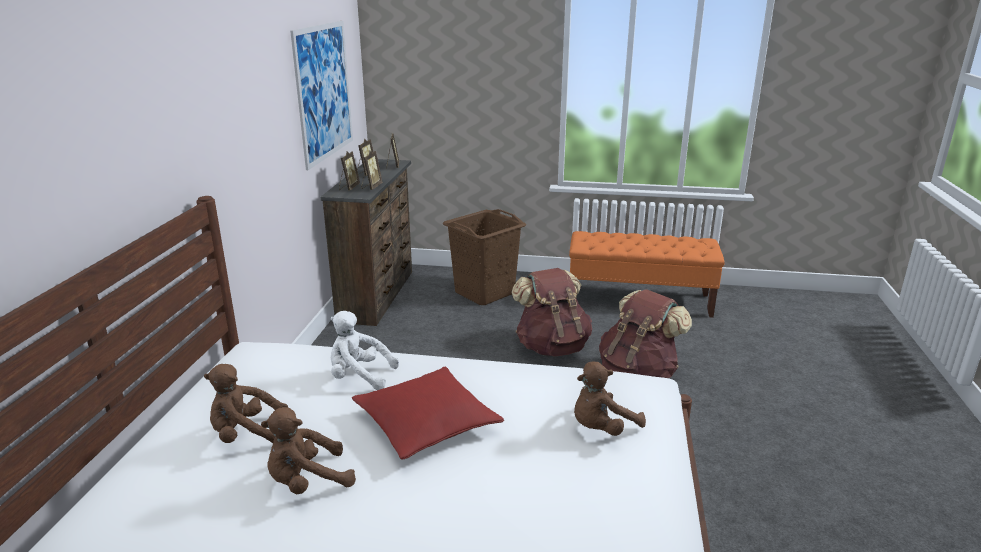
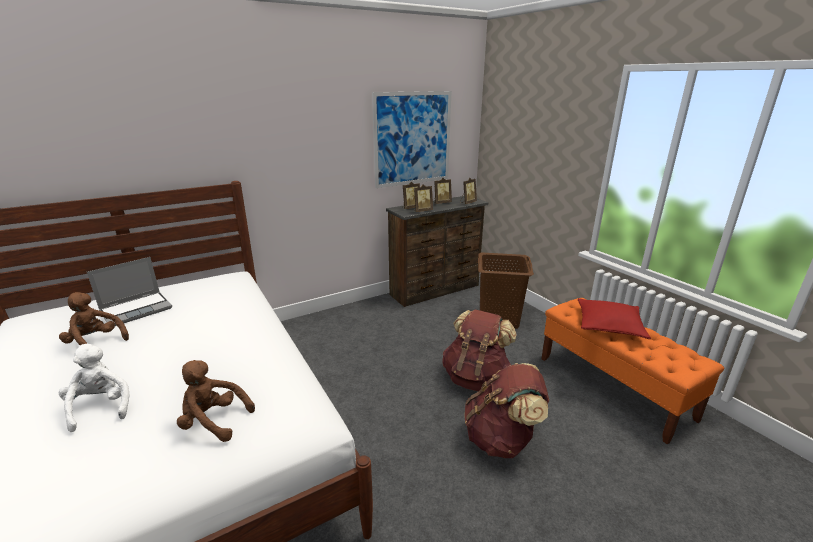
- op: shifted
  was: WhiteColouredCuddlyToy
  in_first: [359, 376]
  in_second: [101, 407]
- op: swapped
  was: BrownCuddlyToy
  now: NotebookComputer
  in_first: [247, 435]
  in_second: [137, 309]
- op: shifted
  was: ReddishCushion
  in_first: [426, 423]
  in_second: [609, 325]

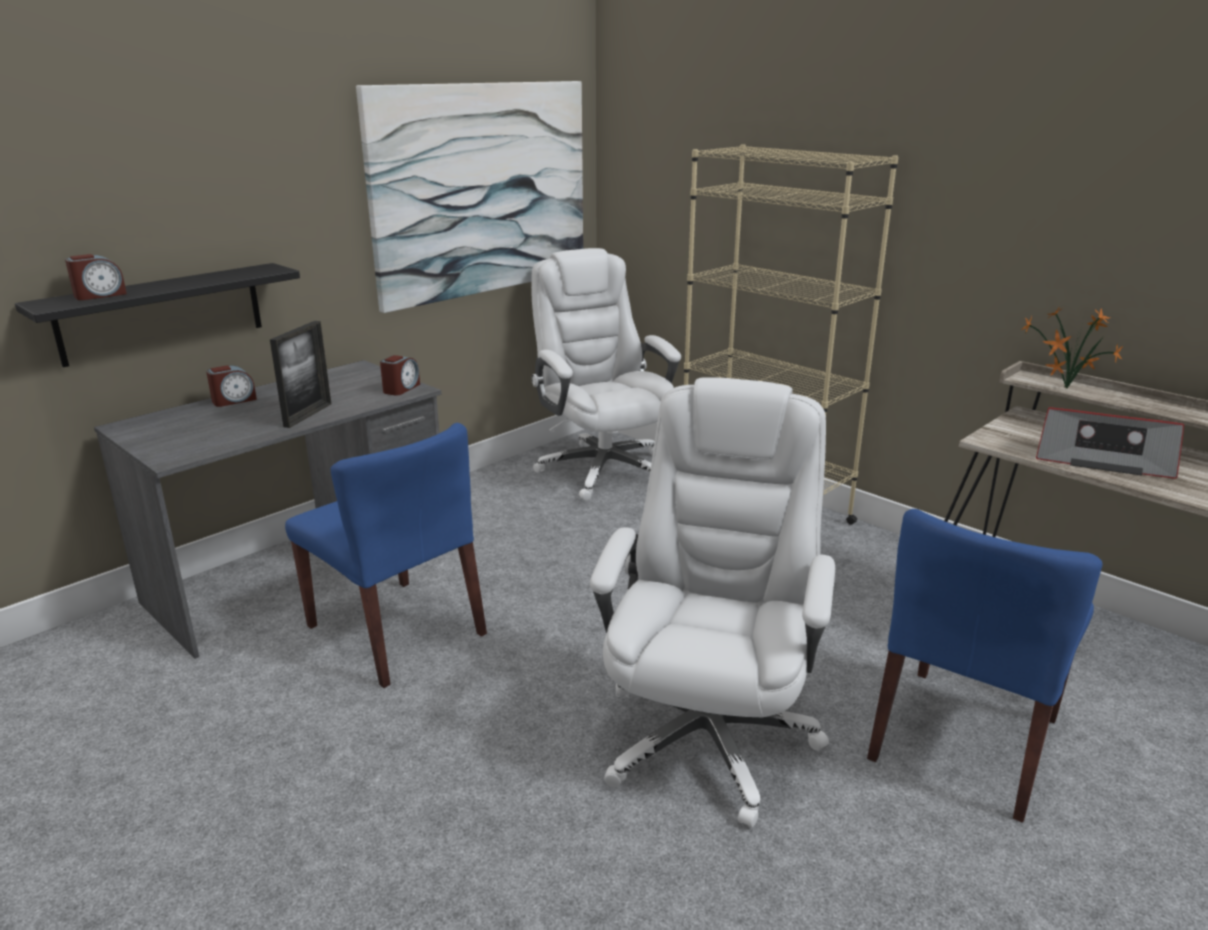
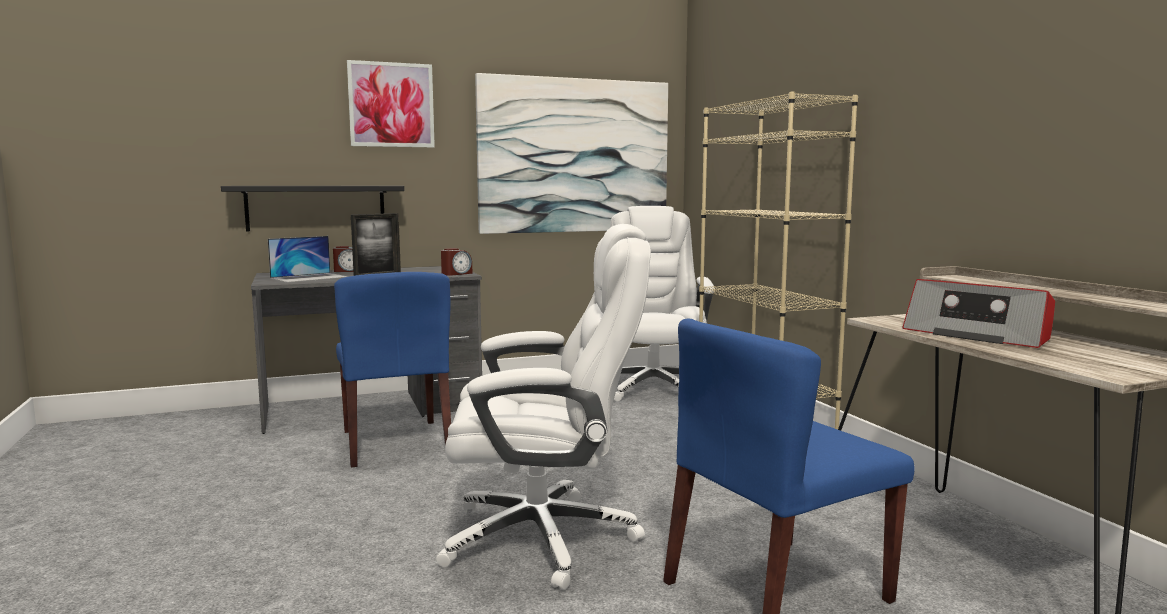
- op: new
  now: NotebookComputer
  in_second: [309, 277]
- op: new
  now: Picture
  in_second: [391, 105]
- op: rotated
  was: WhiteColouredDeskChair
  in_first: [708, 735]
  in_second: [544, 538]
  clockwise: 45
- op: gone
  was: BedsideClock
  in_first: [100, 295]
- op: gone
  was: Houseplant
  in_first: [1063, 389]

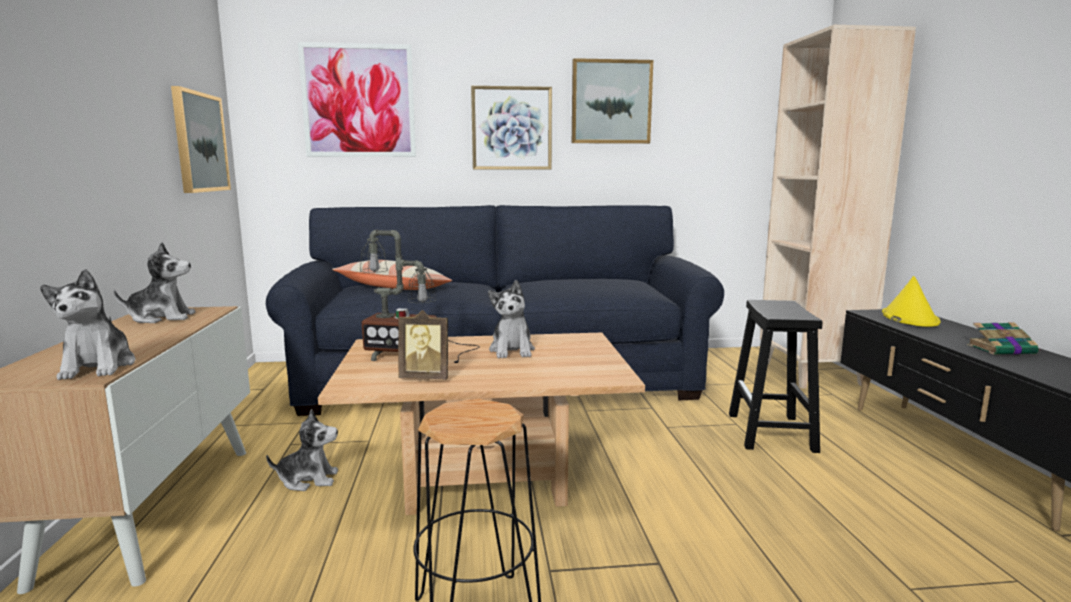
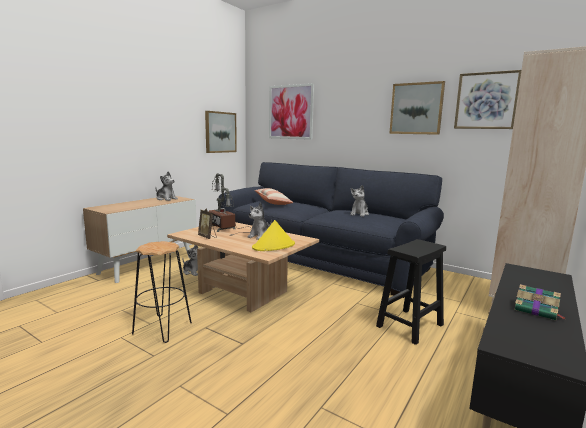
- op: shifted
  was: YellowColouredClothingHat
  in_first: [909, 318]
  in_second: [274, 246]
- op: shifted
  was: CuddlyToy
  in_first: [98, 367]
  in_second: [359, 214]
- op: shifted
  was: Picture
  in_first: [511, 128]
  in_second: [486, 101]

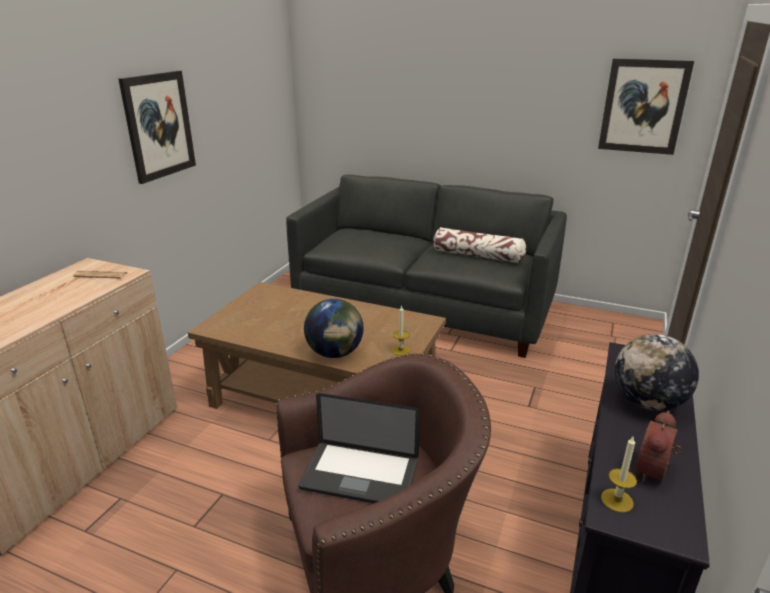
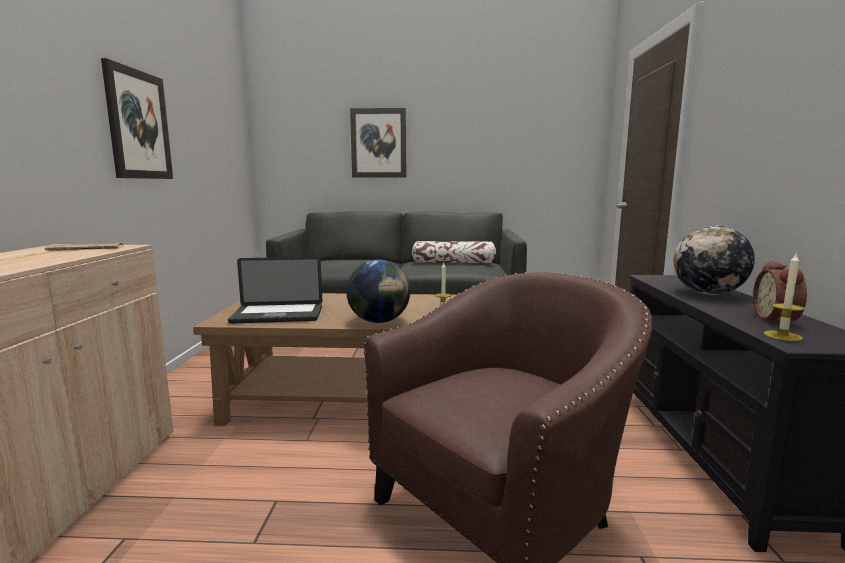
- op: shifted
  was: NotebookComputer
  in_first: [359, 475]
  in_second: [278, 315]
- op: shifted
  was: Picture
  in_first: [643, 106]
  in_second: [378, 143]

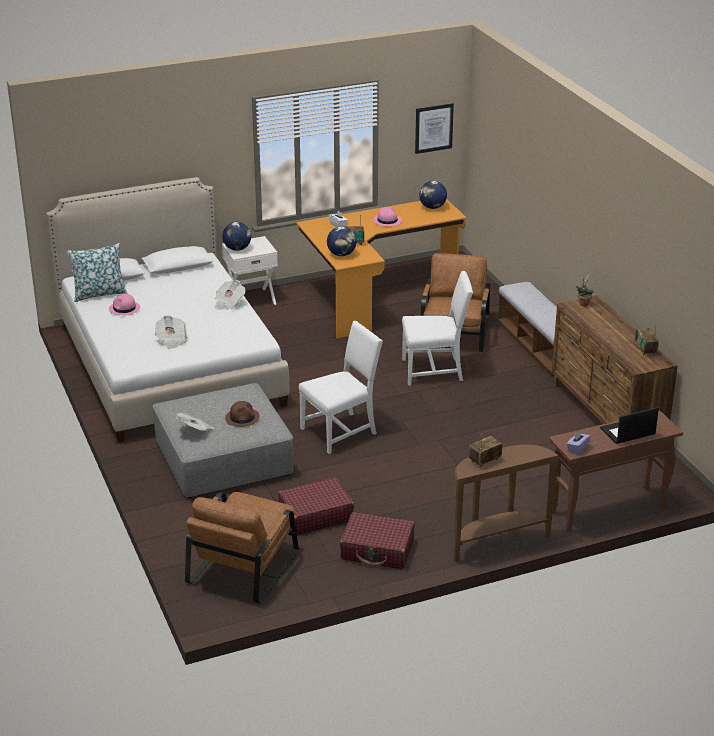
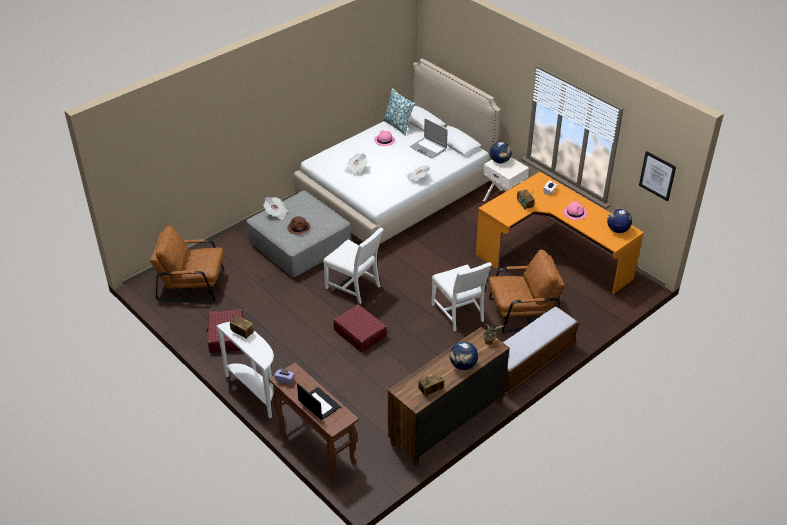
- op: repainted
  was: BrownHallTable
  now: WhiteColouredHallTable
  in_first: [496, 541]
  in_second: [255, 391]
- op: shifted
  was: ReddishTravelCase
  in_first: [315, 515]
  in_second: [360, 333]
- op: new
  now: NotebookComputer
  in_second: [428, 148]
- op: shifted
  was: Globe
  in_first: [341, 254]
  in_second: [463, 365]

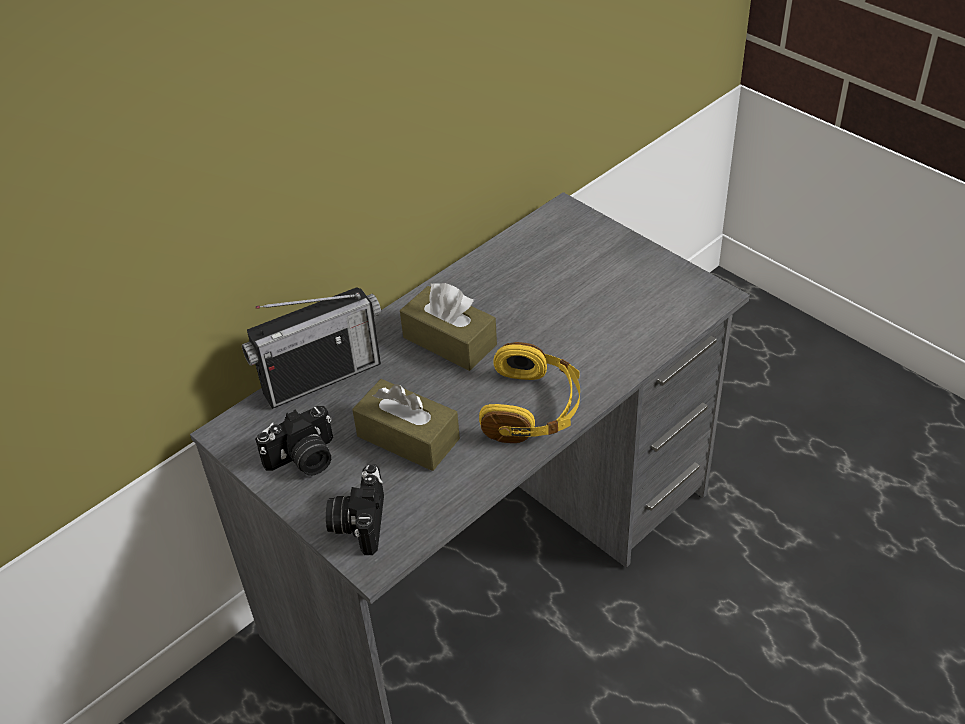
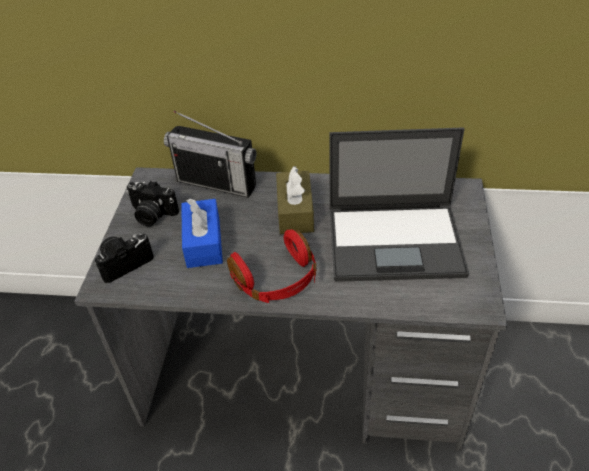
- op: repainted
  was: BrownTissueHolder
  now: BluishTissueHolder
  in_first: [408, 437]
  in_second: [203, 242]
- op: repainted
  was: YellowColouredHeadset
  now: ReddishHeadset
  in_first: [533, 409]
  in_second: [277, 280]
- op: new
  now: NotebookComputer
  in_second: [396, 241]

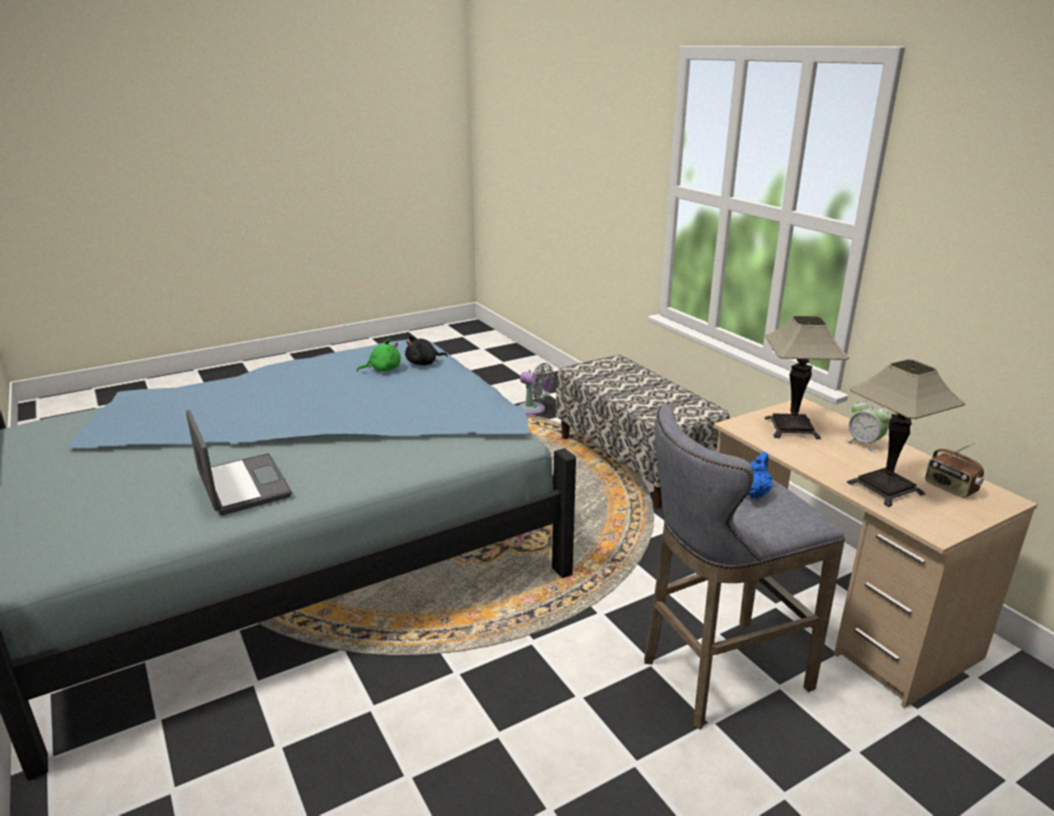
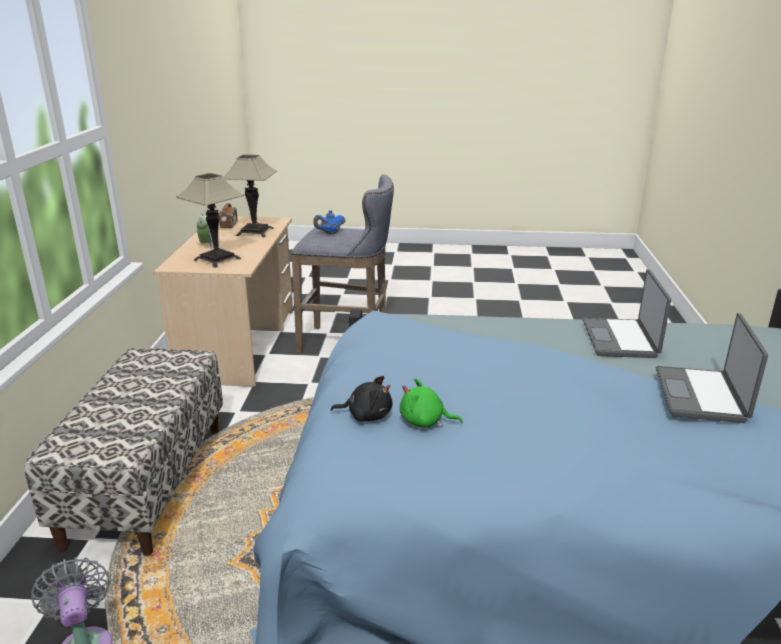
- op: new
  now: NotebookComputer
  in_second: [702, 396]

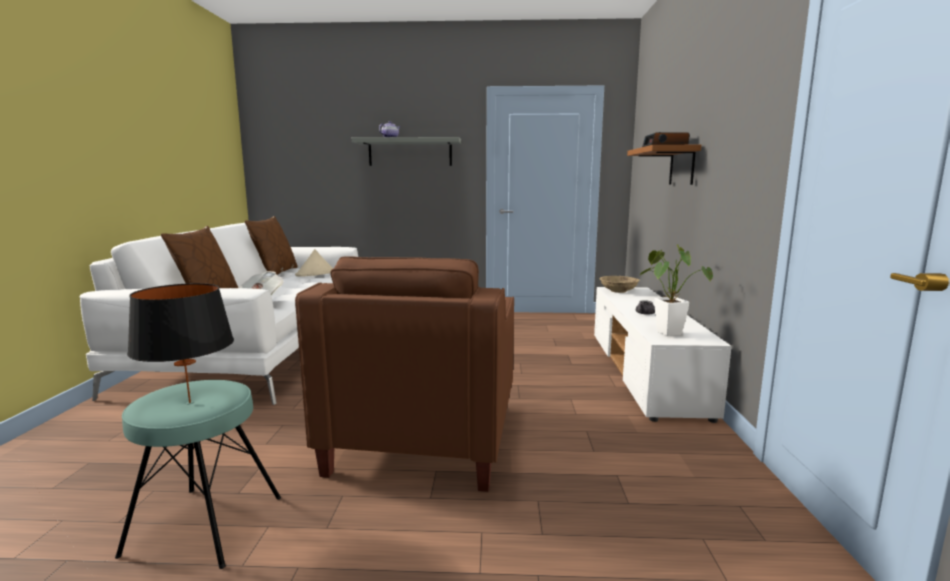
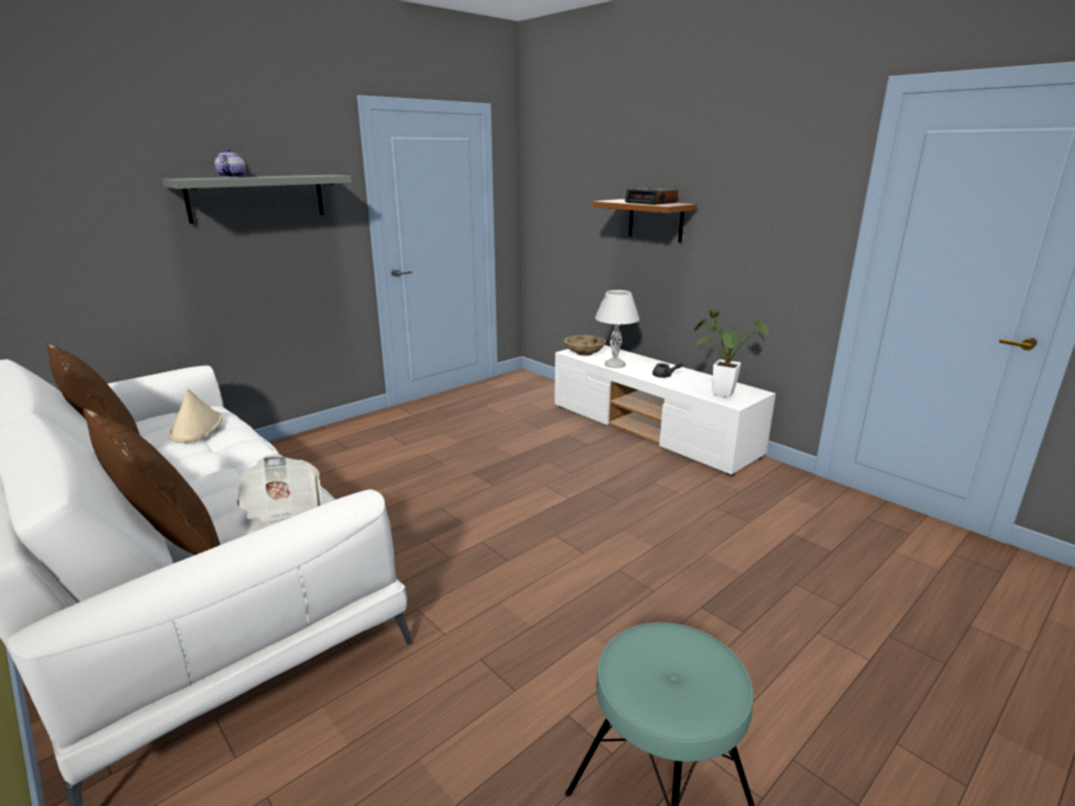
- op: new
  now: WhiteColouredTableLamp
  in_second: [615, 364]
- op: gone
  was: BlackTableLamp
  in_first: [190, 402]
- op: gone
  was: BrownArmchair
  in_first: [424, 437]

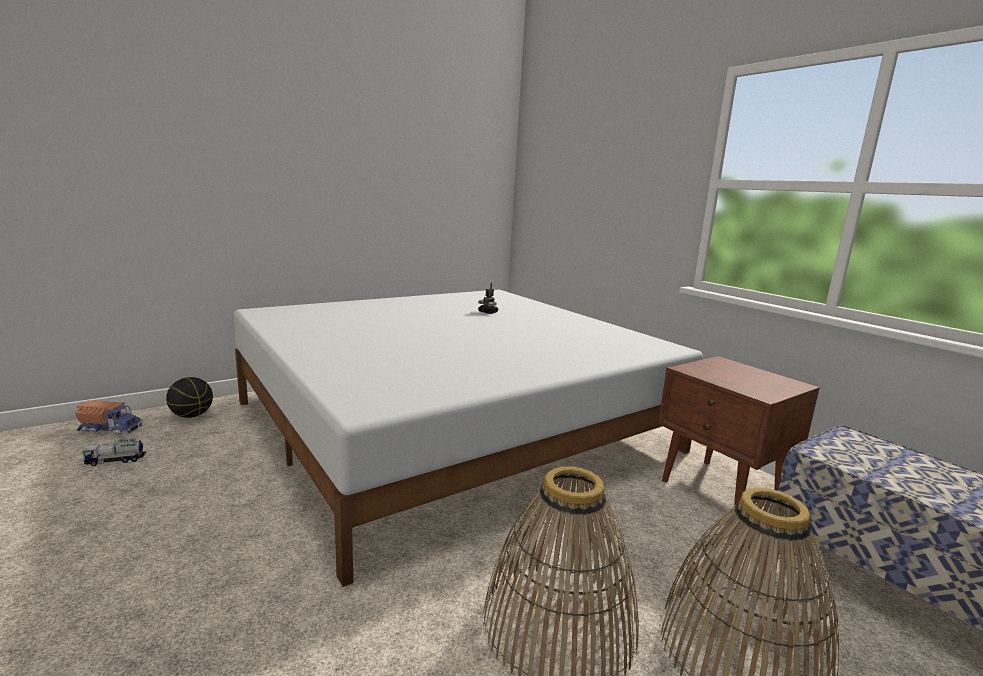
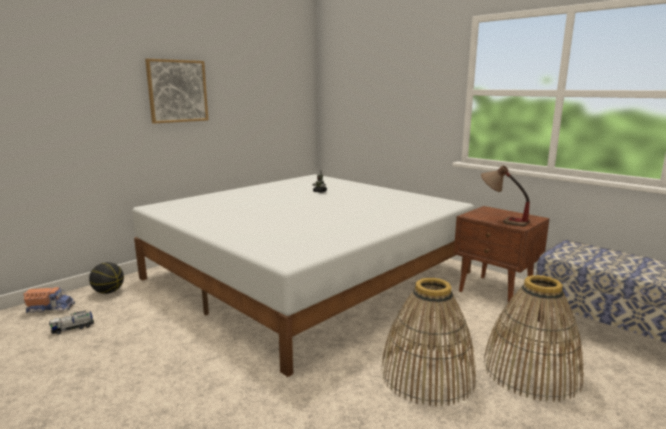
- op: new
  now: Picture
  in_second: [177, 91]
- op: new
  now: TableLamp
  in_second: [502, 220]

